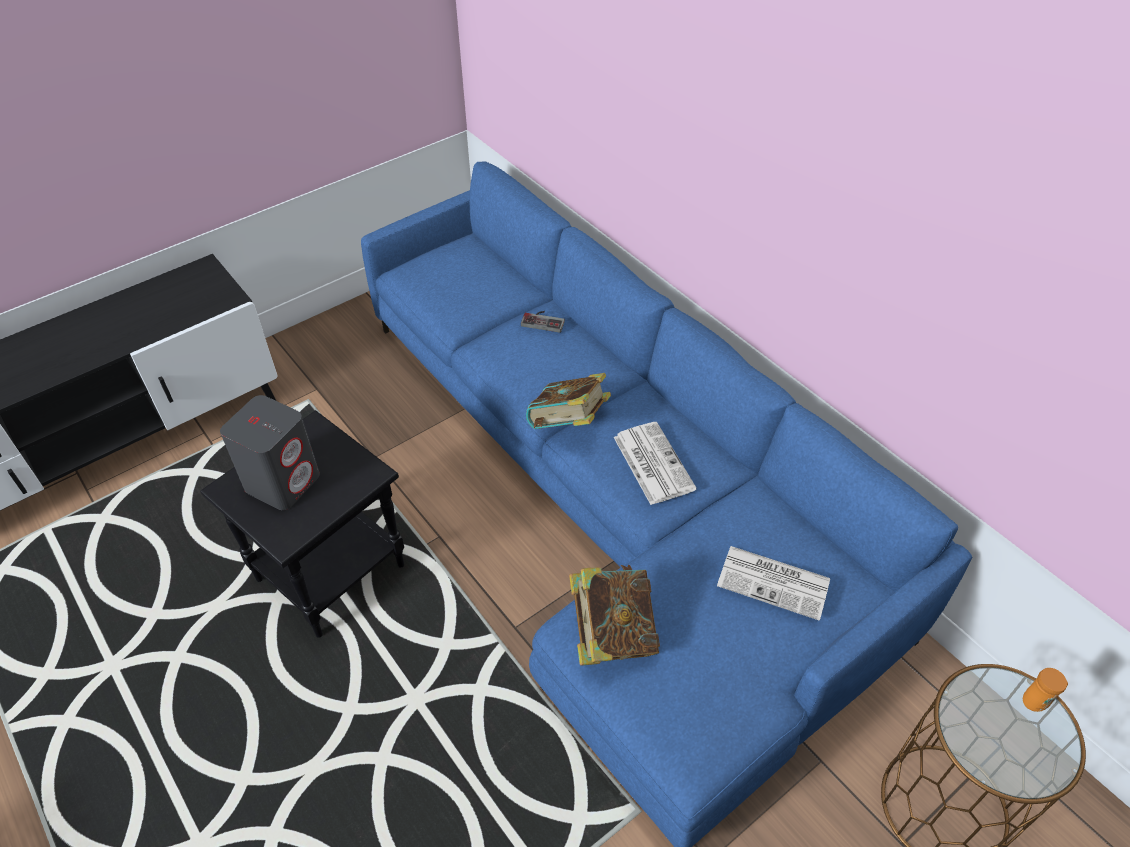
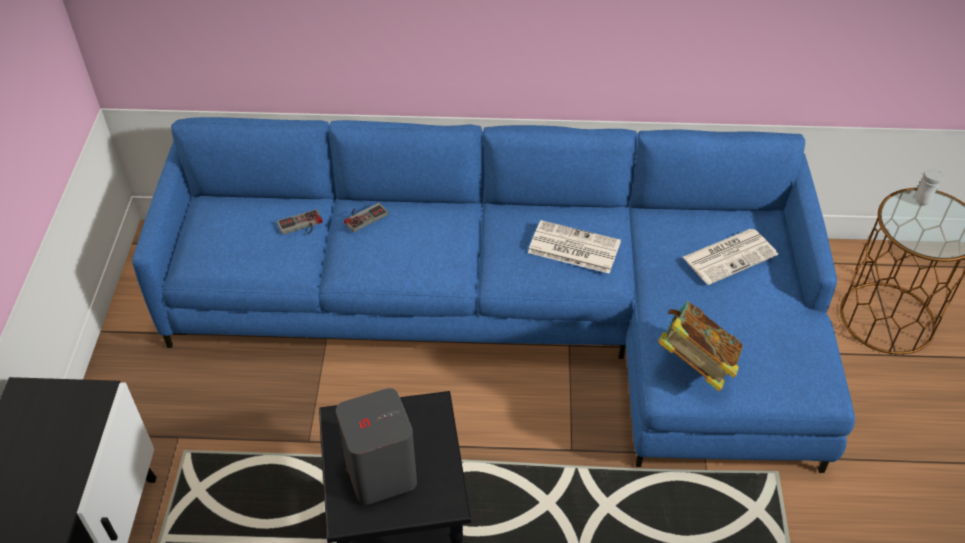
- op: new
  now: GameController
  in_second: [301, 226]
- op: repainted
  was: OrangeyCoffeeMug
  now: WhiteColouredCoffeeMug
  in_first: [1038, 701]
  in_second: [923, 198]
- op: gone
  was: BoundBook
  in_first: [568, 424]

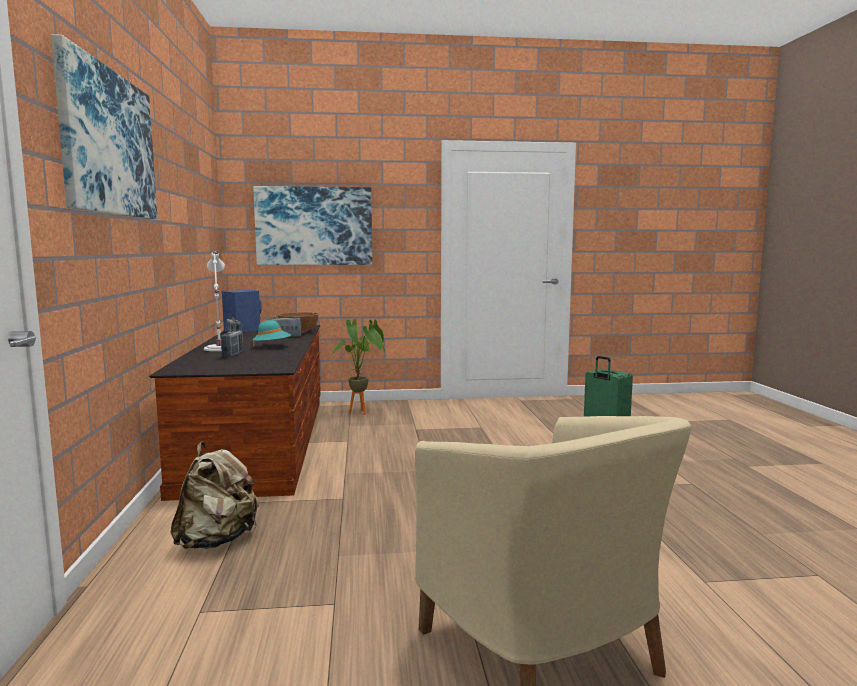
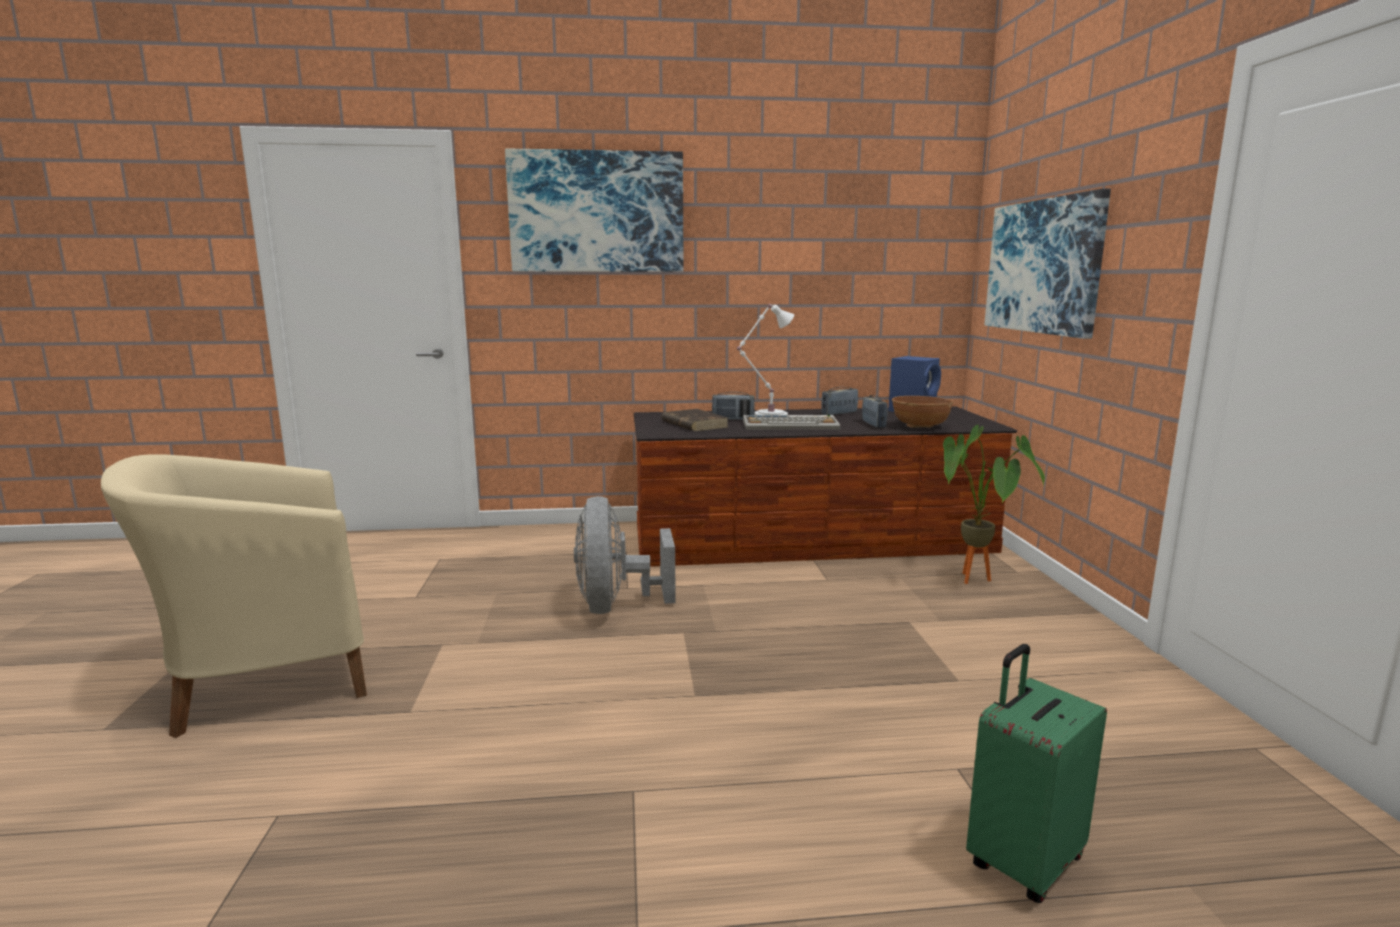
- op: new
  now: GreyishFan
  in_second: [616, 606]
- op: new
  now: BrownBoundBook
  in_second: [694, 424]
- op: swapped
  was: TurquoiseColouredClothingHat
  now: ComputerKeyboard
  in_first: [272, 346]
  in_second: [791, 425]
- op: gone
  was: SandColouredBackpack
  in_first: [217, 541]

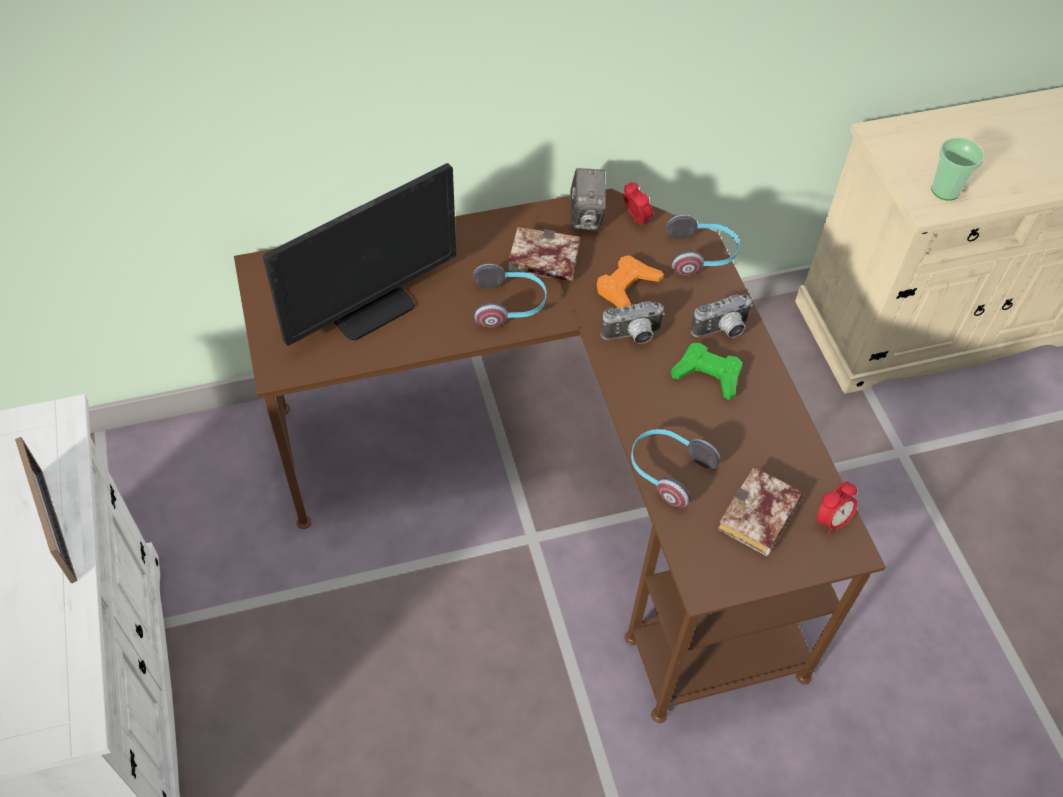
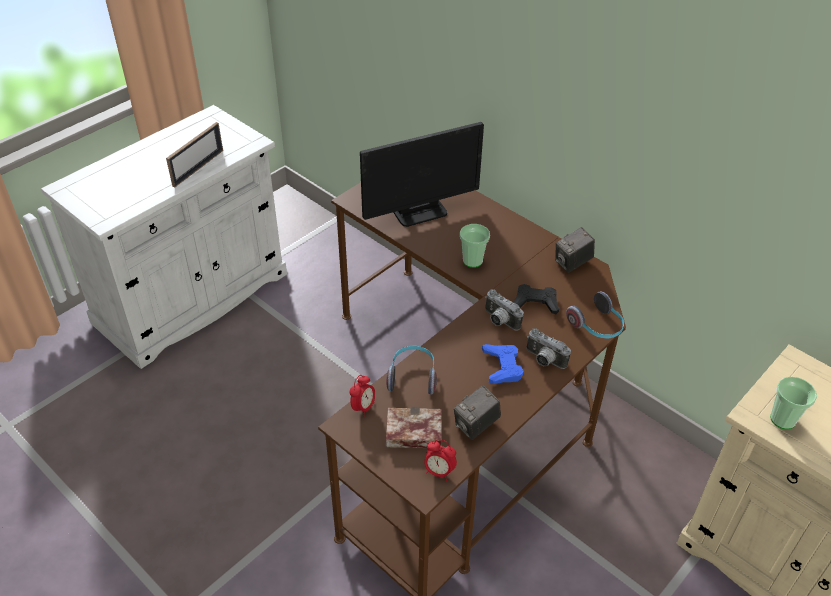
- op: shifted
  was: BedsideClock
  in_first: [635, 220]
  in_second: [363, 407]
- op: rotated
  was: Monitor
  in_first: [371, 308]
  in_second: [419, 212]
  clockwise: -45
- op: new
  now: PhotoCamera
  in_second: [476, 426]
- op: swapped
  was: Headset
  now: Cup
  in_first: [509, 305]
  in_second: [472, 261]
- op: repainted
  was: GreenColouredGameController
  now: BluishGameController
  in_first: [708, 374]
  in_second: [502, 367]
- op: repainted
  was: OrangeyGameController
  now: BlackGameController
  in_first: [626, 287]
  in_second: [535, 303]
- op: gone
  was: BoundBook
  in_first: [540, 261]

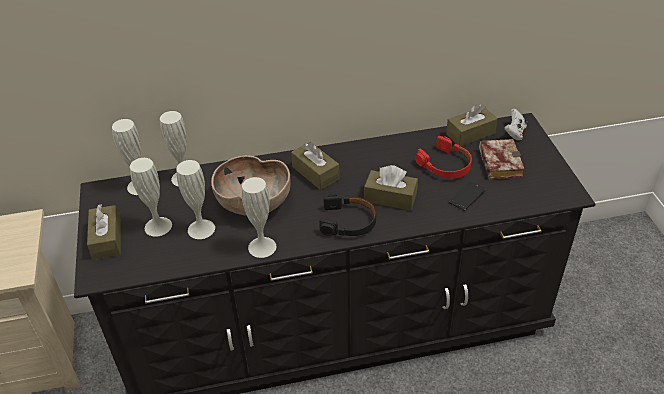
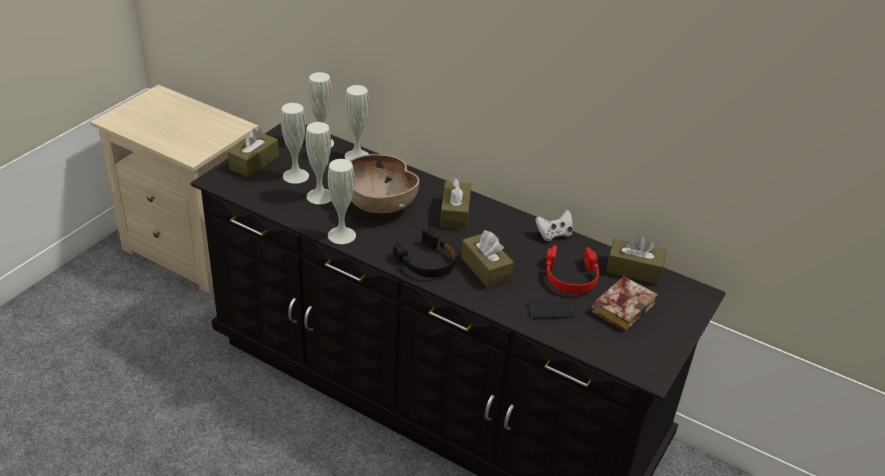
- op: shifted
  was: WhiteColouredGameController
  in_first: [514, 133]
  in_second: [554, 234]

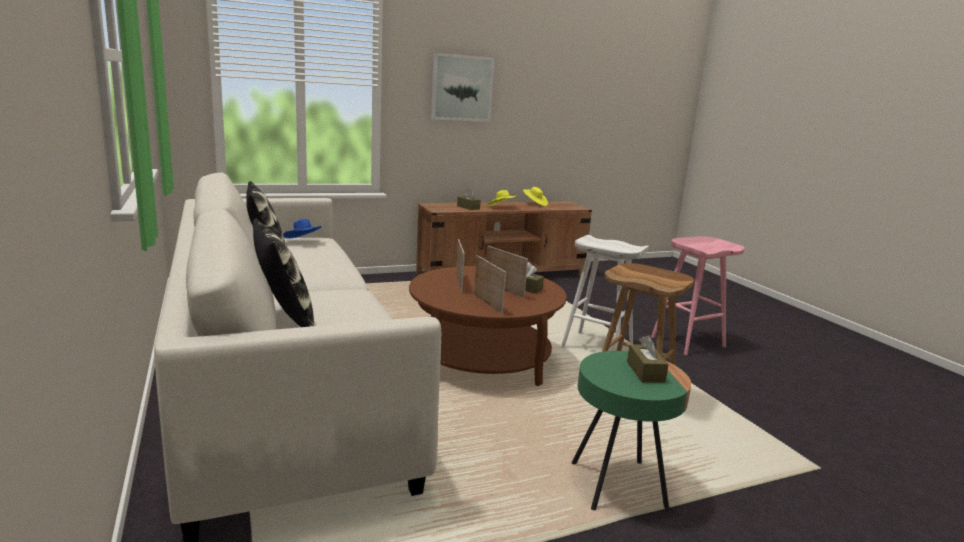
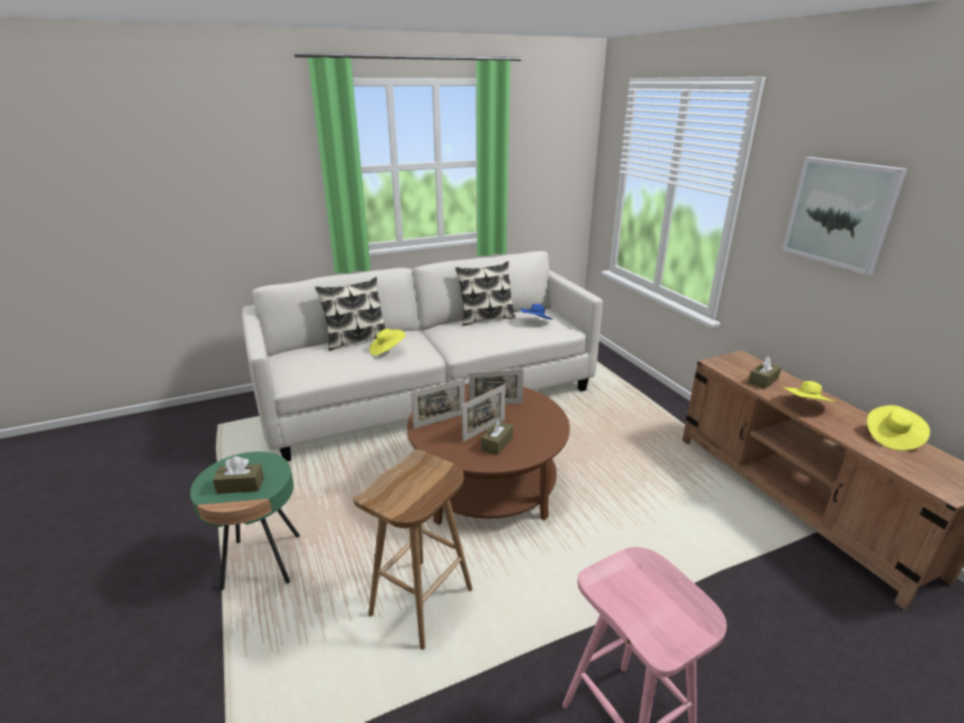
- op: new
  now: YellowColouredClothingHat
  in_second: [387, 350]
- op: gone
  was: WhiteColouredSittingStool
  in_first: [596, 347]

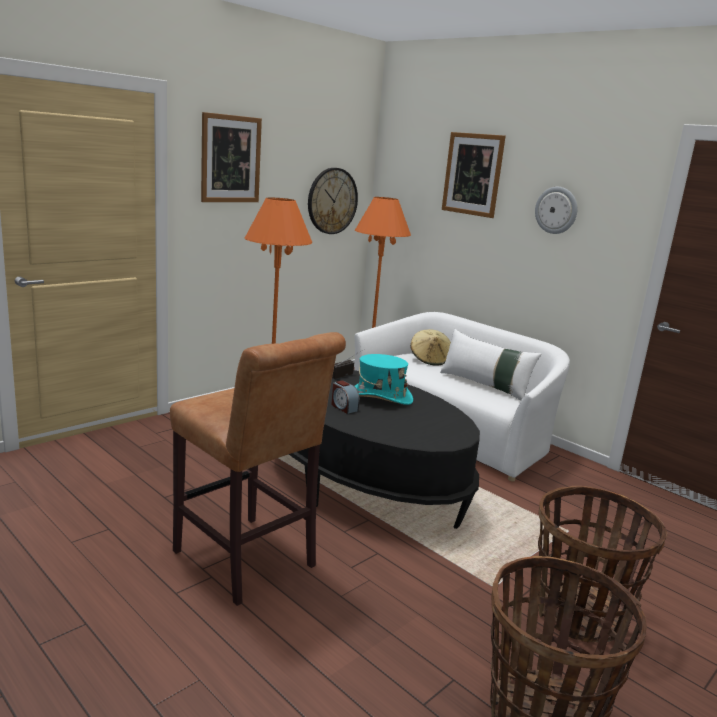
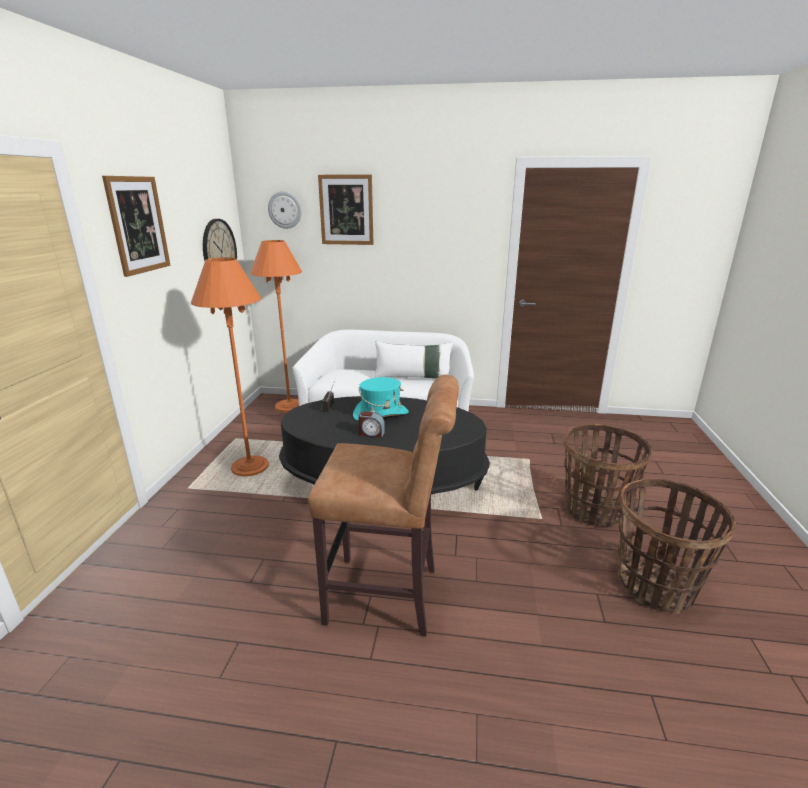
- op: shifted
  was: WallClock
  in_first: [556, 210]
  in_second: [285, 210]
- op: gone
  was: SandColouredClothingHat
  in_first: [430, 360]

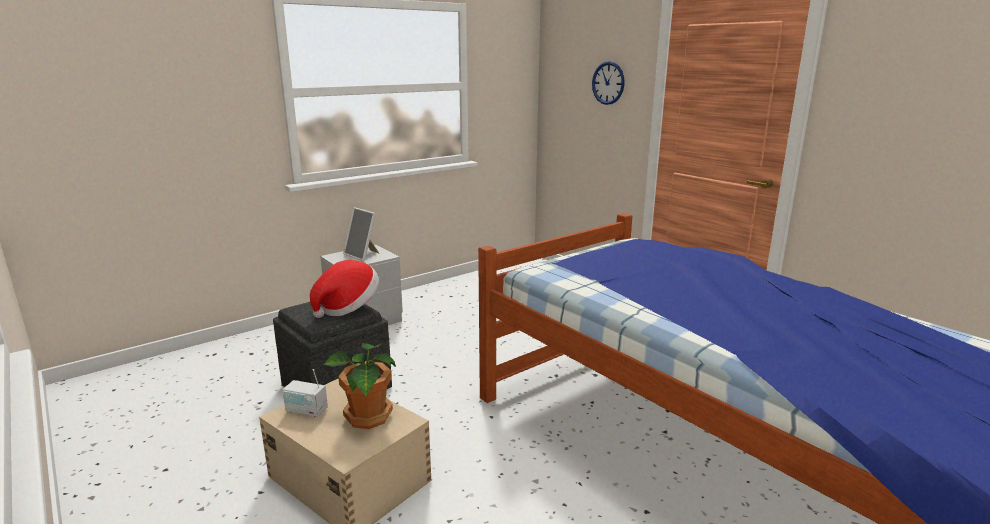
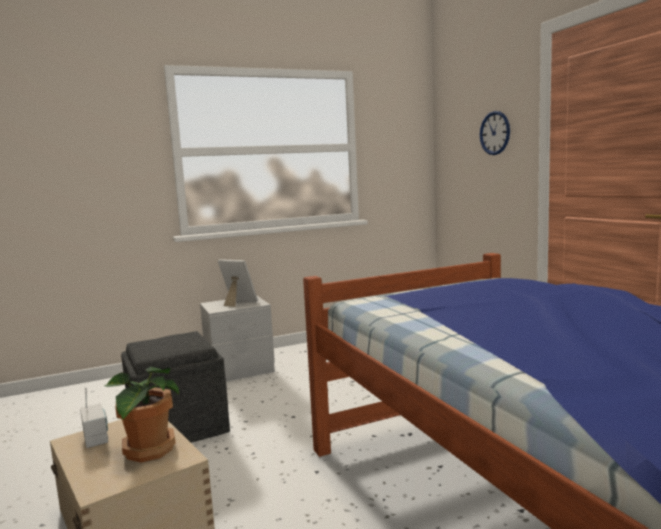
- op: rotated
  was: RadioReceiver
  in_first: [306, 410]
  in_second: [96, 438]
  clockwise: -150
- op: rotated
  was: PhotoFrame
  in_first: [363, 255]
  in_second: [237, 303]
  clockwise: 150
- op: gone
  was: ClothingHat
  in_first: [347, 307]

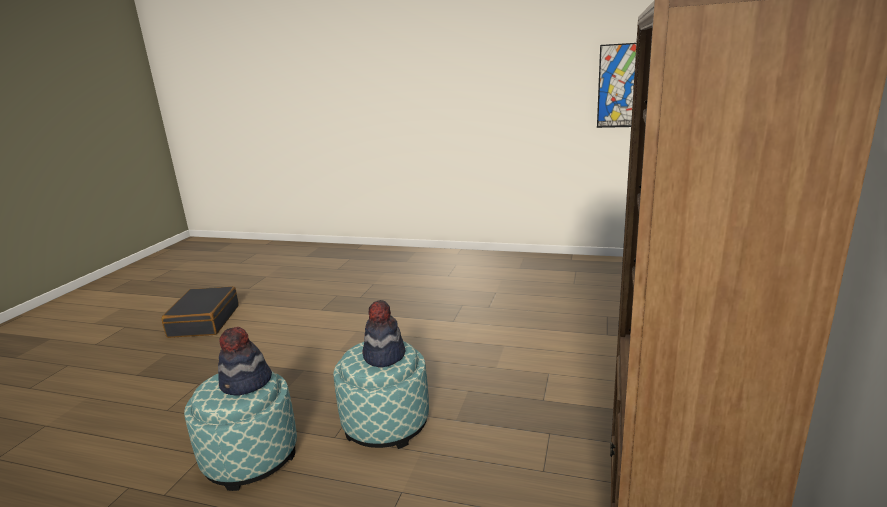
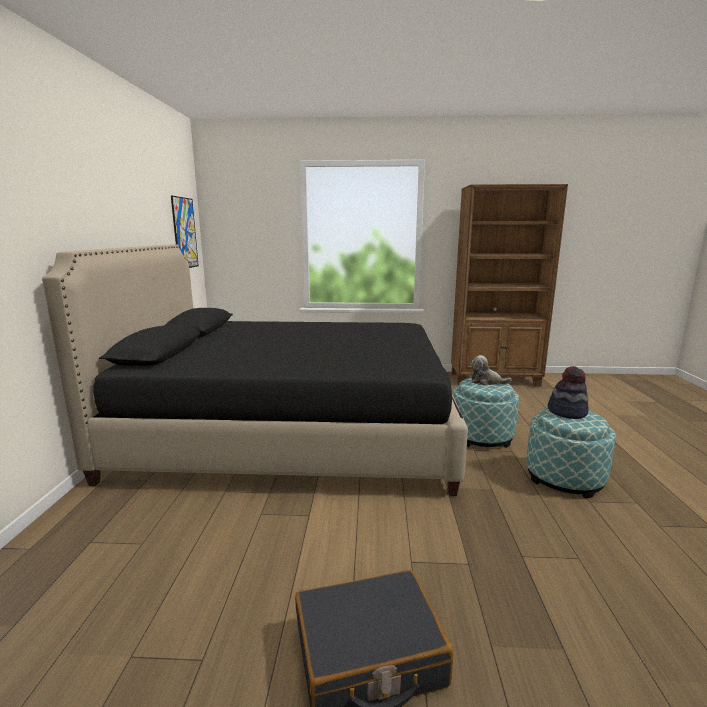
- op: new
  now: BlackSleepingBed
  in_second: [292, 432]
- op: swapped
  was: ClothingHat
  now: CuddlyToy
  in_first: [384, 355]
  in_second: [486, 382]

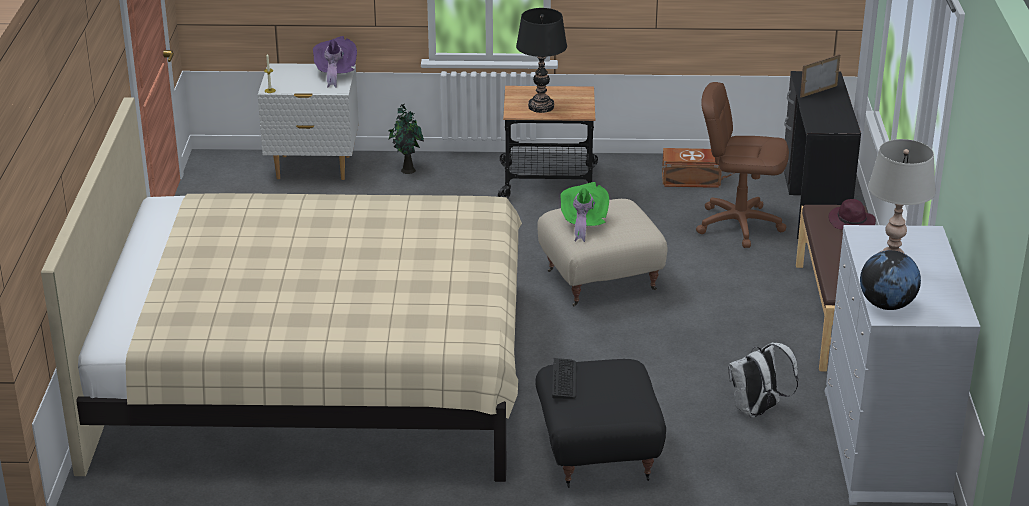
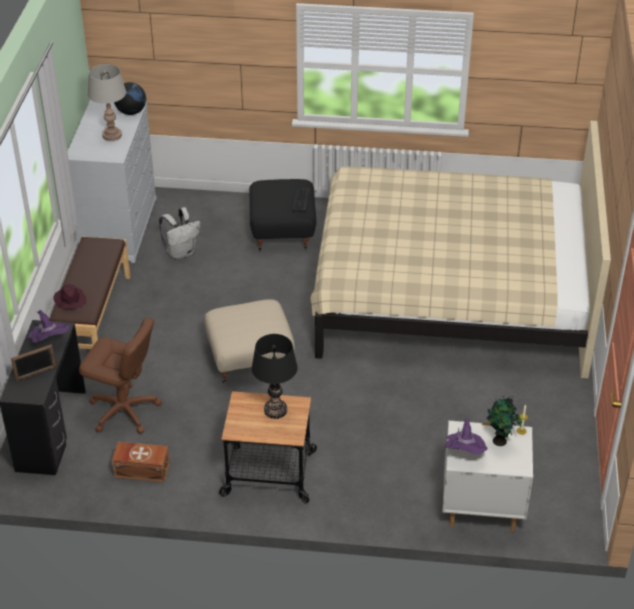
- op: new
  now: PurpleColouredClothingHat
  in_second: [49, 342]
- op: shifted
  was: Houseplant
  in_first: [407, 170]
  in_second: [500, 441]
- op: gone
  was: GreenColouredClothingHat
  in_first: [583, 224]

